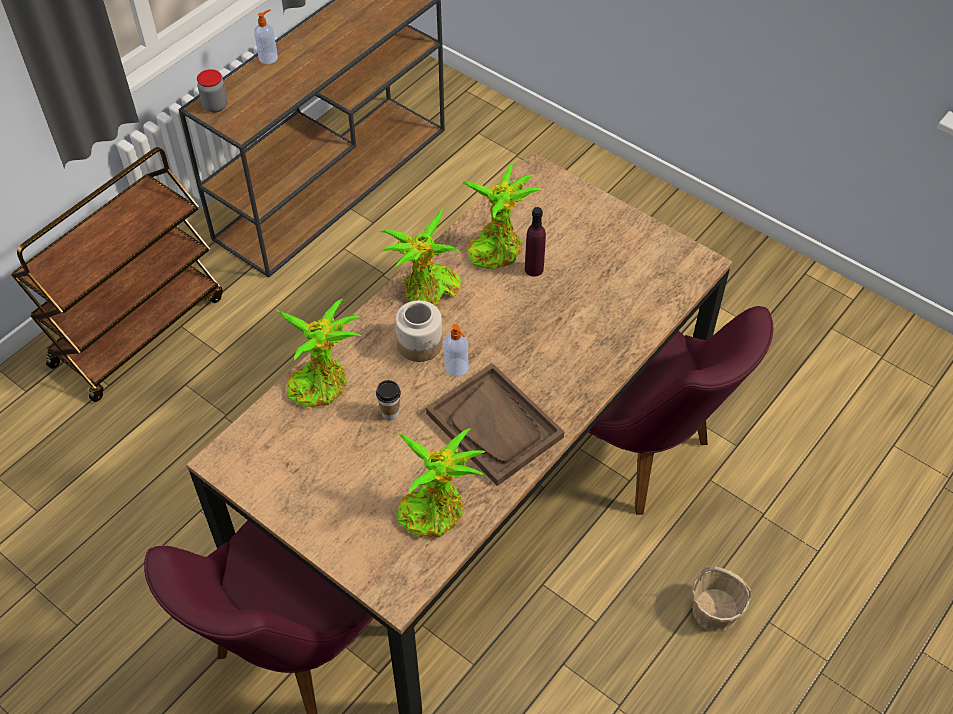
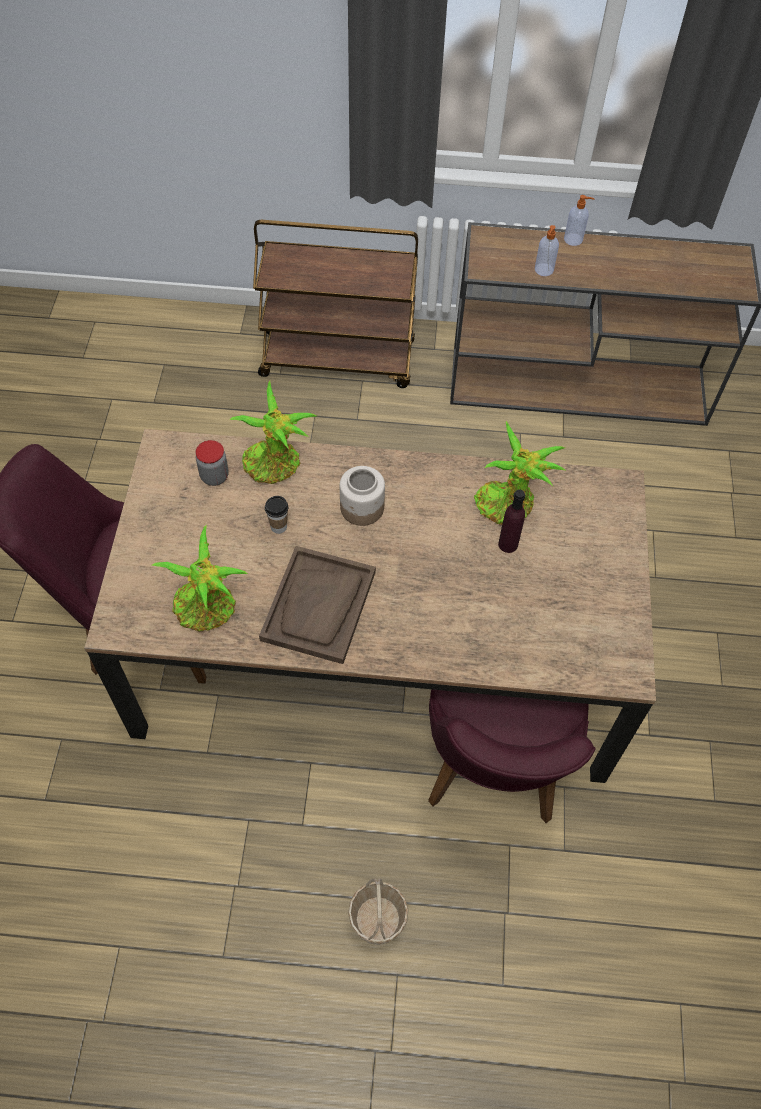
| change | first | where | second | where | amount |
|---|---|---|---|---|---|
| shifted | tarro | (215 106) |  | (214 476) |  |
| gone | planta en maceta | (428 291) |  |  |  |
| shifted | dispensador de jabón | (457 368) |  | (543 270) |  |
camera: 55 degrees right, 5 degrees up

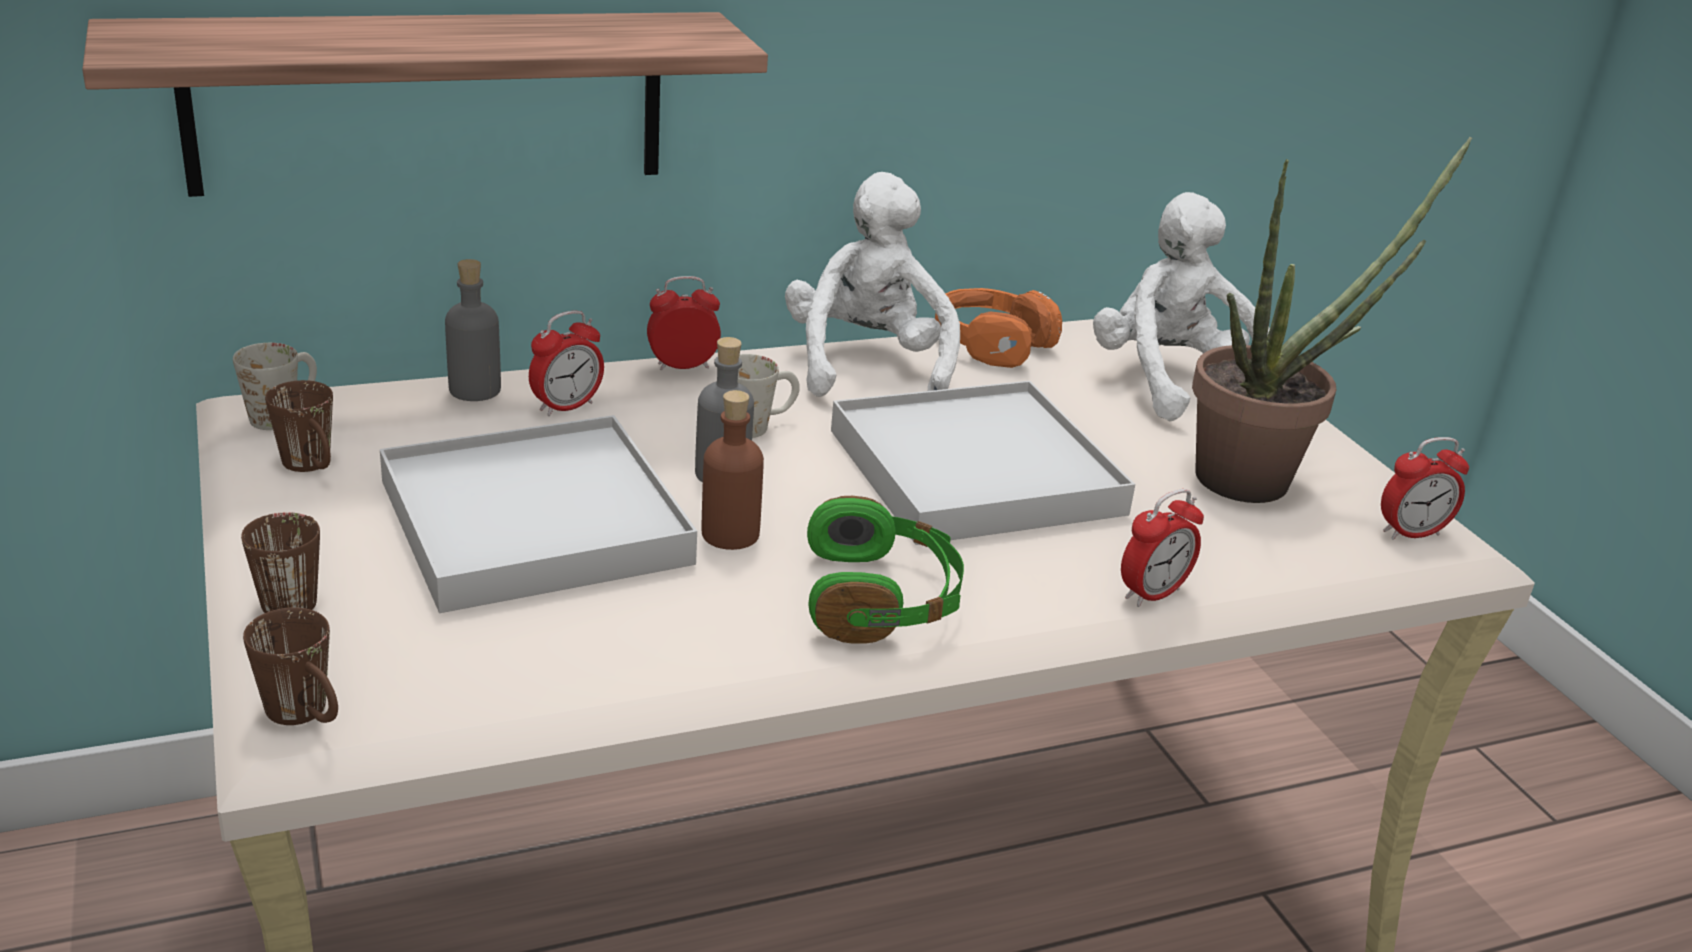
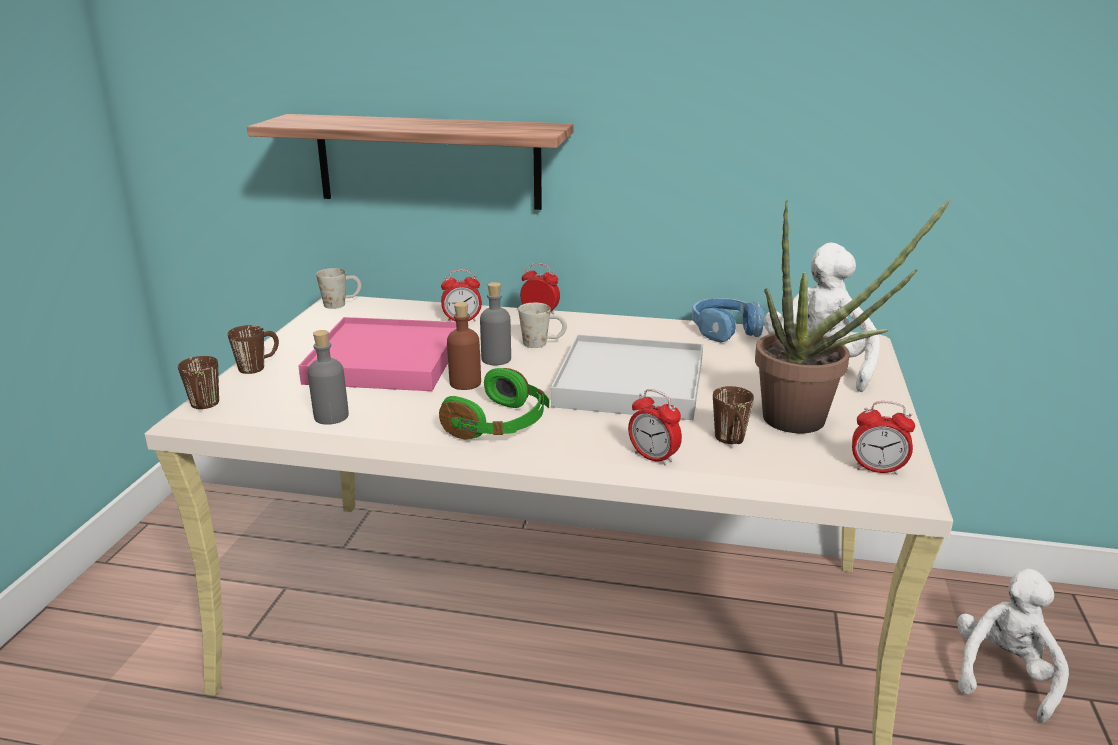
| change | first | where | second | where | amount |
|---|---|---|---|---|---|
| shifted | taza grande/marrón | (313 467) |  | (732 442) |  |
| repainted | bandeja/blanco | (535 522) | bandeja/rosa | (386 360) |  |
| shifted | botella/gris | (474 390) |  | (331 416) |  |
| shifted | peluche/blanco | (867 366) |  | (1003 675) |  |
| repainted | auriculares/naranja | (990 343) | auriculares/azul | (725 330) |  |
| rotated | despertador | (1152 594) |  | (653 457) | 45 degrees clockwise |
camera: 35 degrees right, 5 degrees down

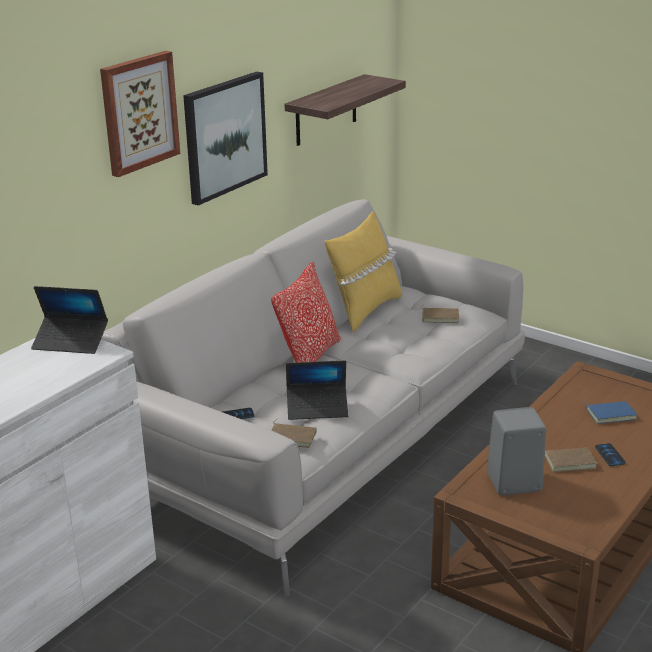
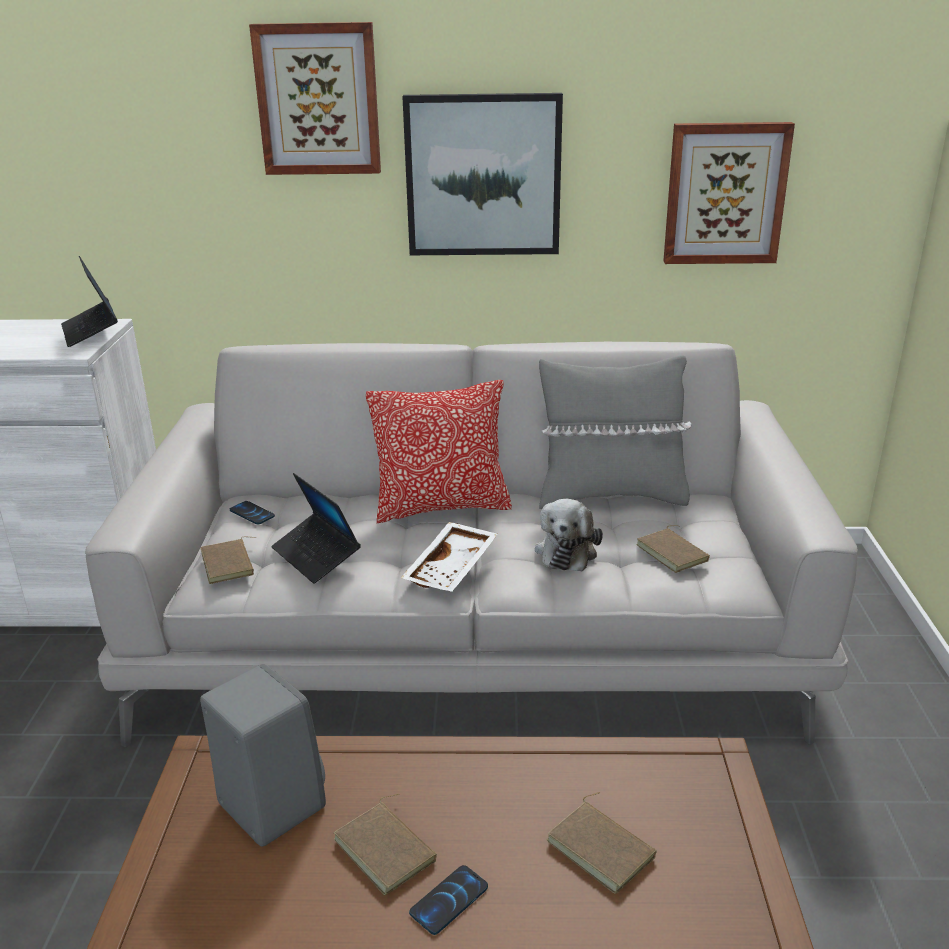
| change | first | where | second | where | amount |
|---|---|---|---|---|---|
| swapped | estante | (326 110) | cuadro | (725 194) |  |
| repainted | cojín/amarillo | (364 310) | cojín/gris | (610 496) |  |
| repainted | libro/azul | (610 414) | libro/marrón | (603 848) |  |
| new |  |  | bandeja/blanco | (452 568) |  |
| new |  |  | peluche | (567 551) |  |
camera: 55 degrees right, 0 degrees up

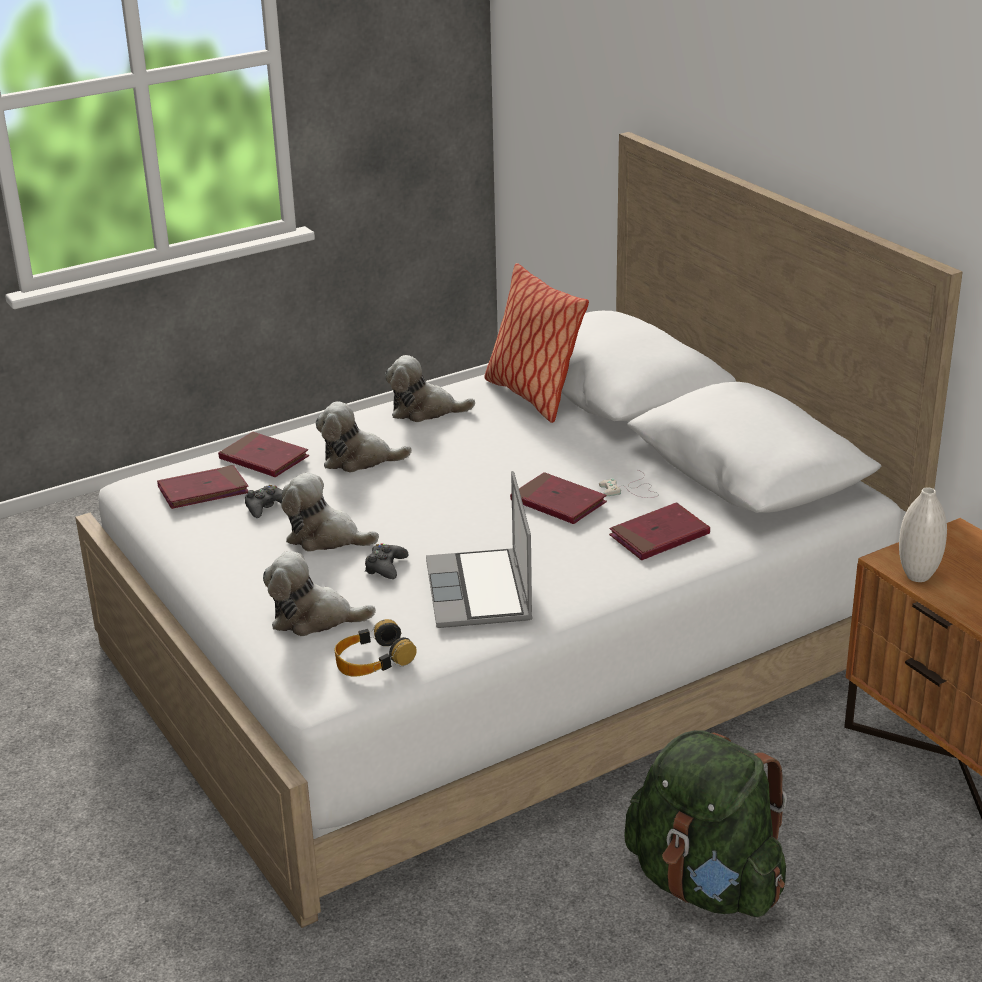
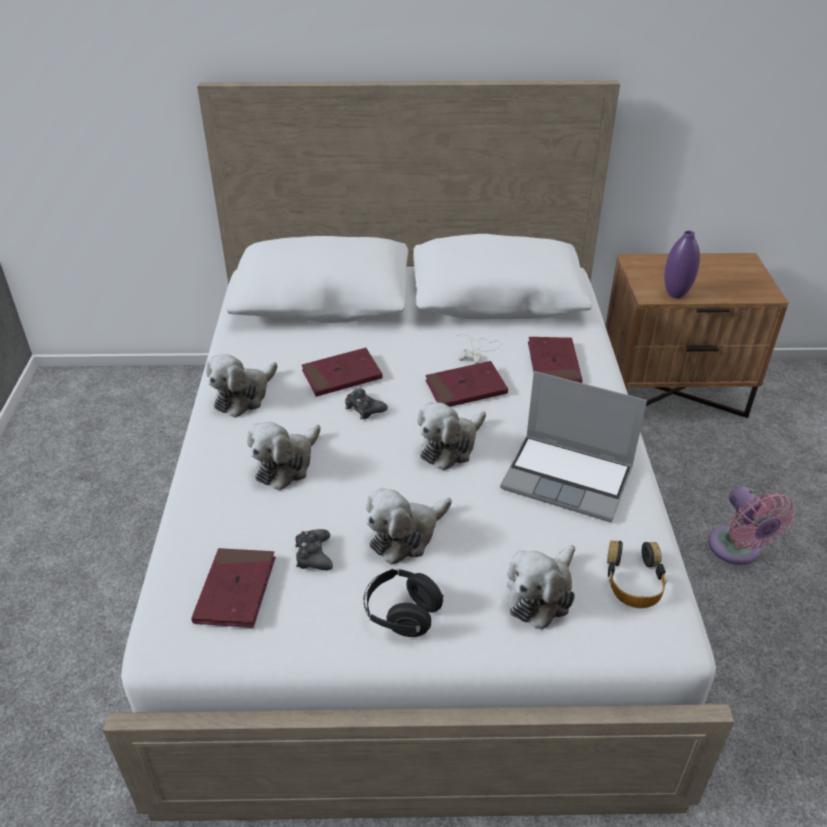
| change | first | where | second | where | amount |
|---|---|---|---|---|---|
| shifted | libro/rojo | (264 459) |  | (342 375) |  |
| shifted | mando de consola/negro | (385 567) |  | (364 408) |  |
| gone | cojín | (532 396) |  |  |  |
| swapped | mochila/verde | (705 884) | ventilador/rosa | (737 550) |  |
| repainted | florero/blanco | (917 576) | florero/morado | (675 294) |  |
| new |  |  | auriculares/negro | (402 614) |  |
| new |  |  | peluche | (450 446) |  |
camera: 60 degrees left, 10 degrees up

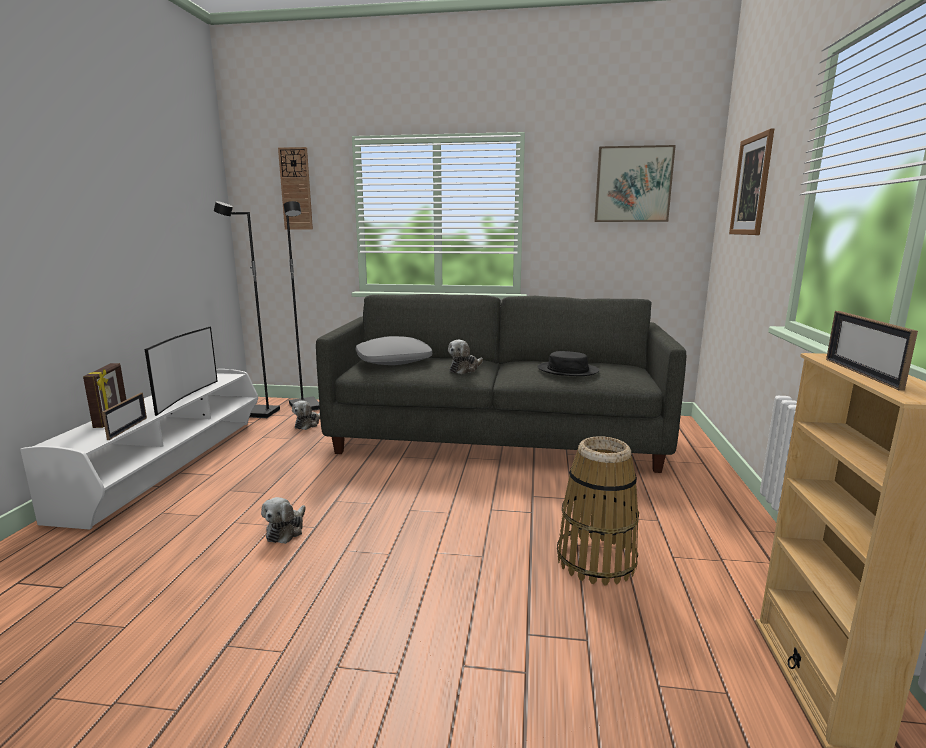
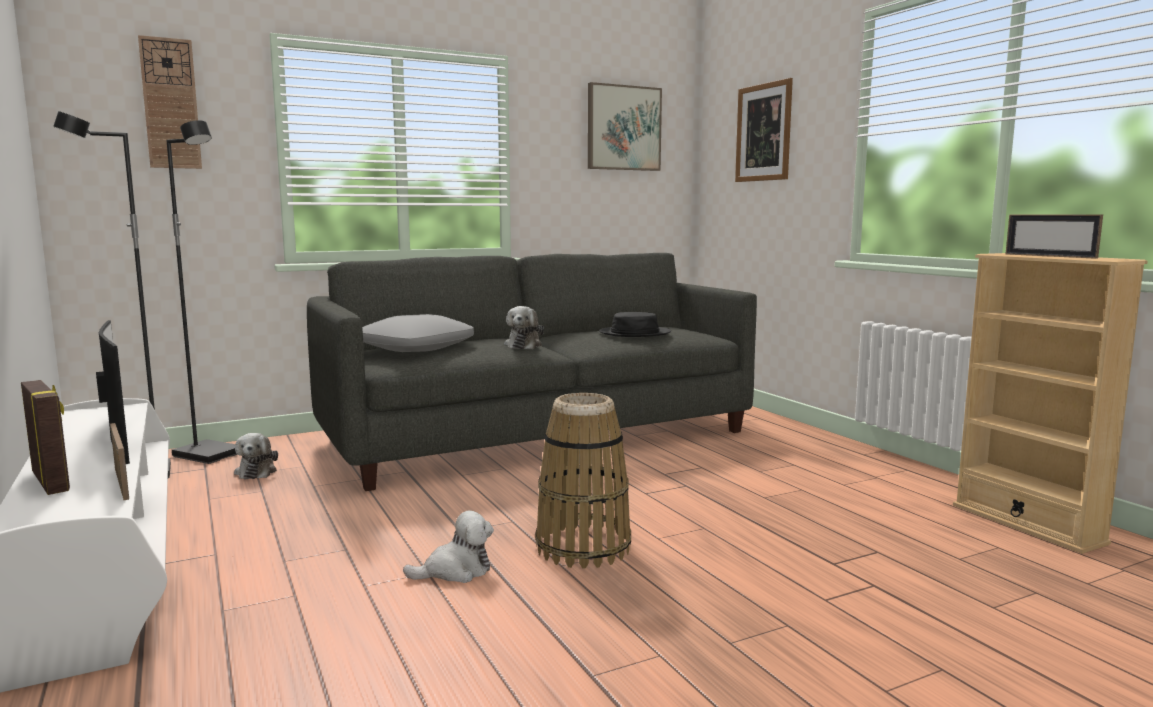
| change | first | where | second | where | amount |
|---|---|---|---|---|---|
| rotated | peluche | (286 530) |  | (455 571) | 90 degrees counterclockwise |
| shifted | cesta | (596 561) |  | (583 547) |  |
camera: 35 degrees left, 5 degrees down

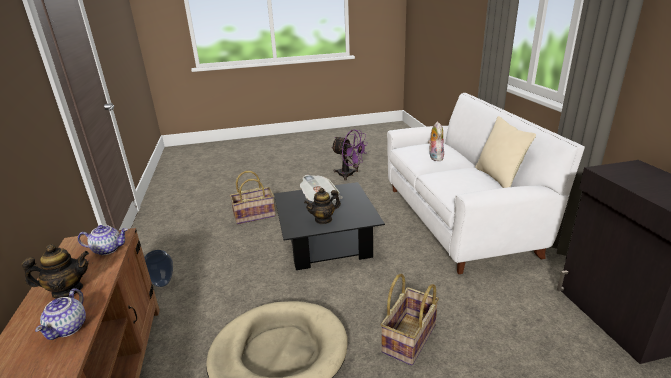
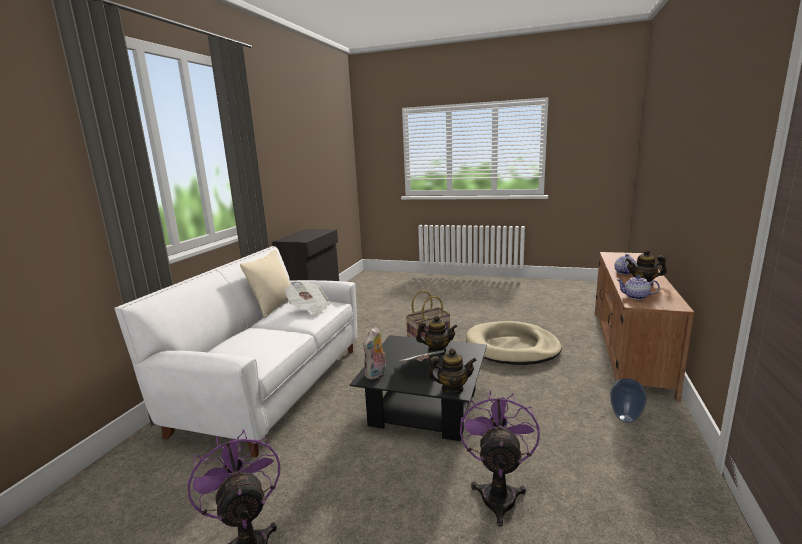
| change | first | where | second | where | amount |
|---|---|---|---|---|---|
| swapped | cesta | (254 215) | ventilador/morado | (498 493) |  |
| shifted | peluche | (434 157) |  | (376 374) |  |
| new |  |  | periódico | (309 308) |  |
| new |  |  | tetera | (452 389) |  |
camera: 150 degrees left, 10 degrees down

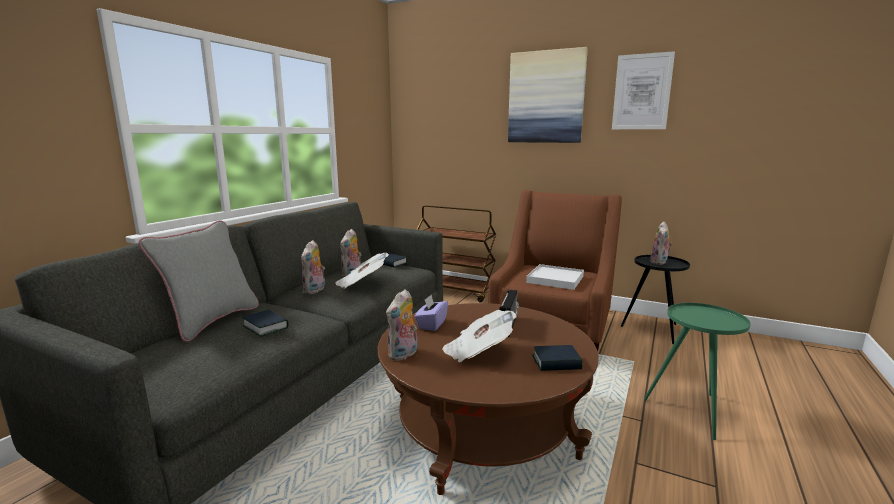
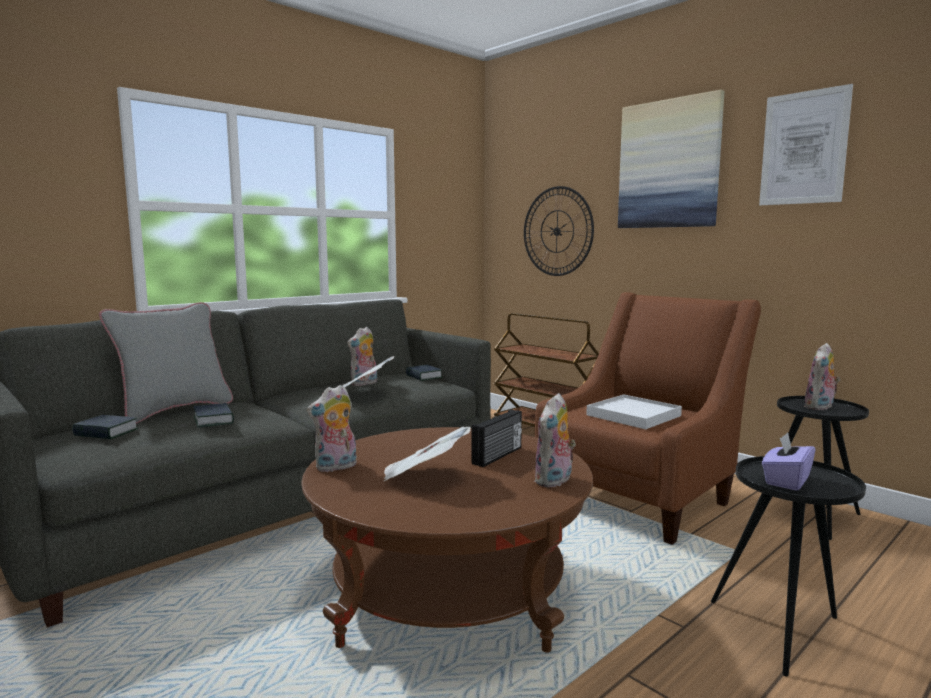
| change | first | where | second | where | amount |
|---|---|---|---|---|---|
| shifted | peluche | (315 290) |  | (554 481) |  |
| shifted | caja de pañuelos/morado | (431 324) |  | (786 481) |  |
| shifted | libro | (556 363) |  | (106 433) |  |
| repainted | mesa auxiliar/verde | (692 410) | mesa auxiliar/negro | (783 630) |  |
| new |  |  | reloj de pared | (557 231) |  |
camera: 20 degrees right, 5 degrees down

